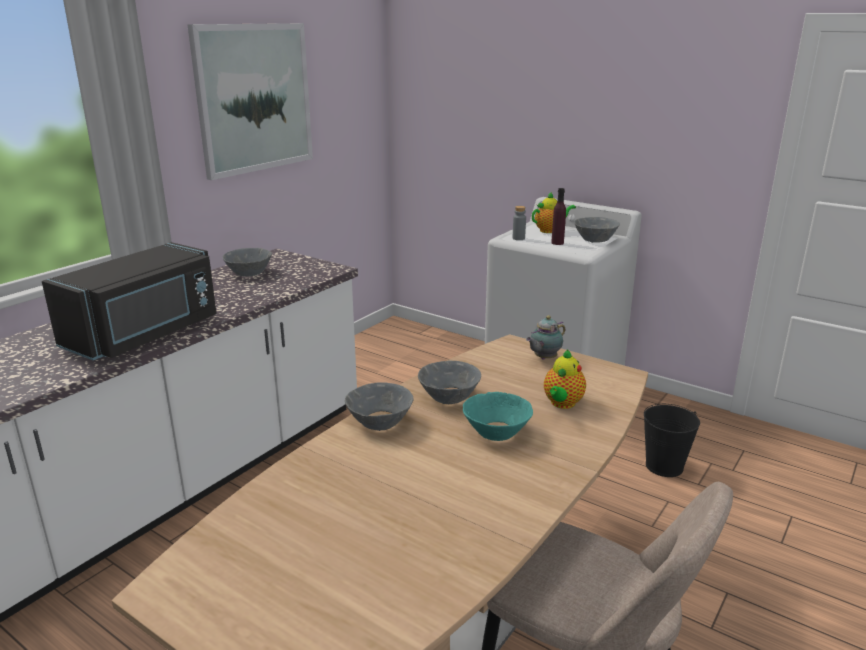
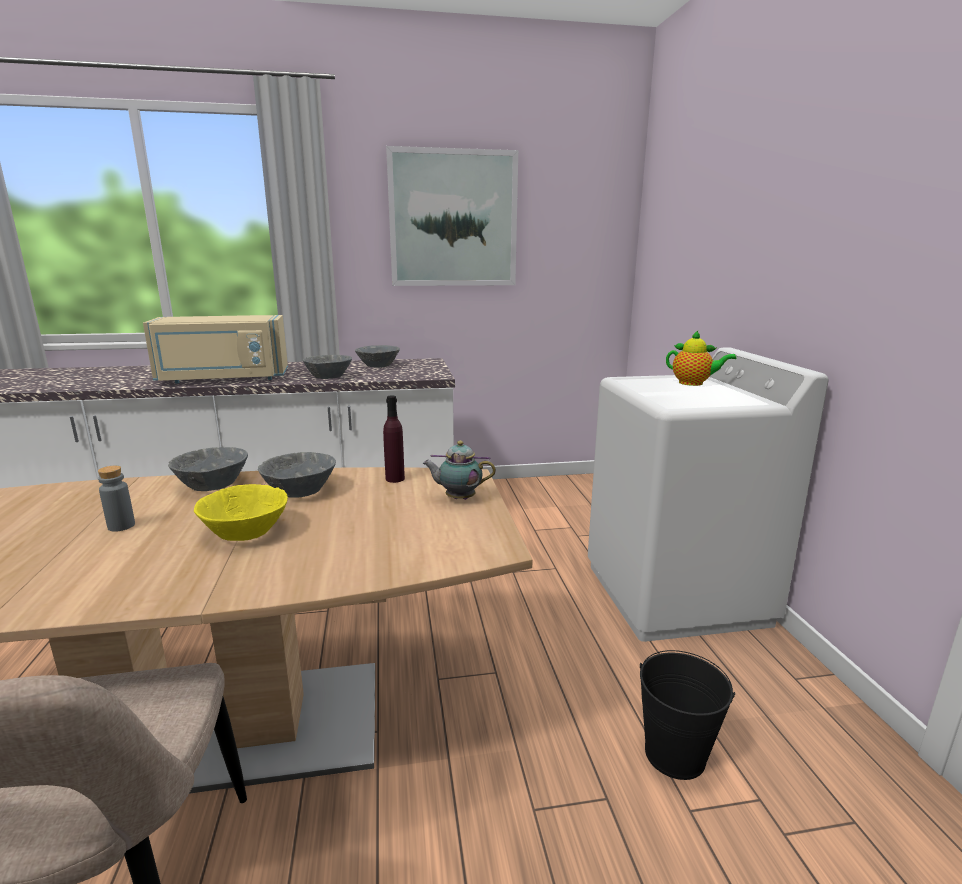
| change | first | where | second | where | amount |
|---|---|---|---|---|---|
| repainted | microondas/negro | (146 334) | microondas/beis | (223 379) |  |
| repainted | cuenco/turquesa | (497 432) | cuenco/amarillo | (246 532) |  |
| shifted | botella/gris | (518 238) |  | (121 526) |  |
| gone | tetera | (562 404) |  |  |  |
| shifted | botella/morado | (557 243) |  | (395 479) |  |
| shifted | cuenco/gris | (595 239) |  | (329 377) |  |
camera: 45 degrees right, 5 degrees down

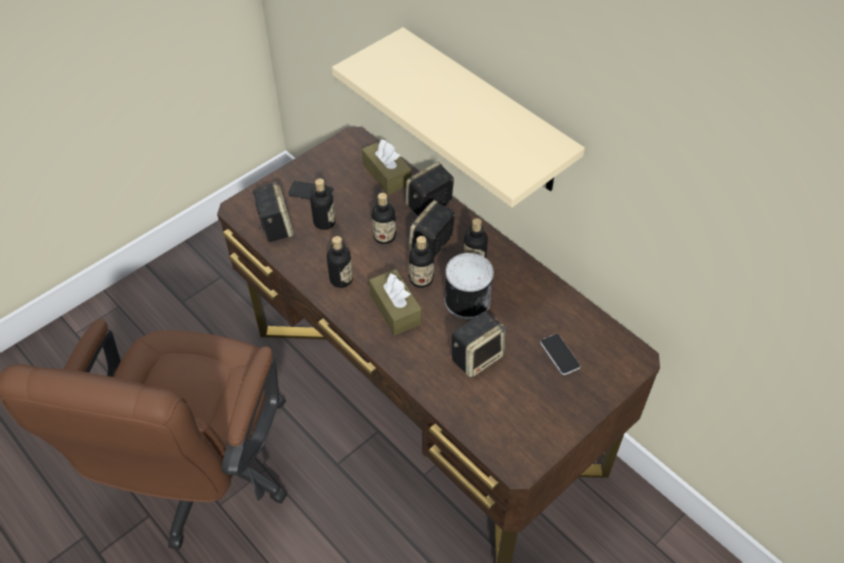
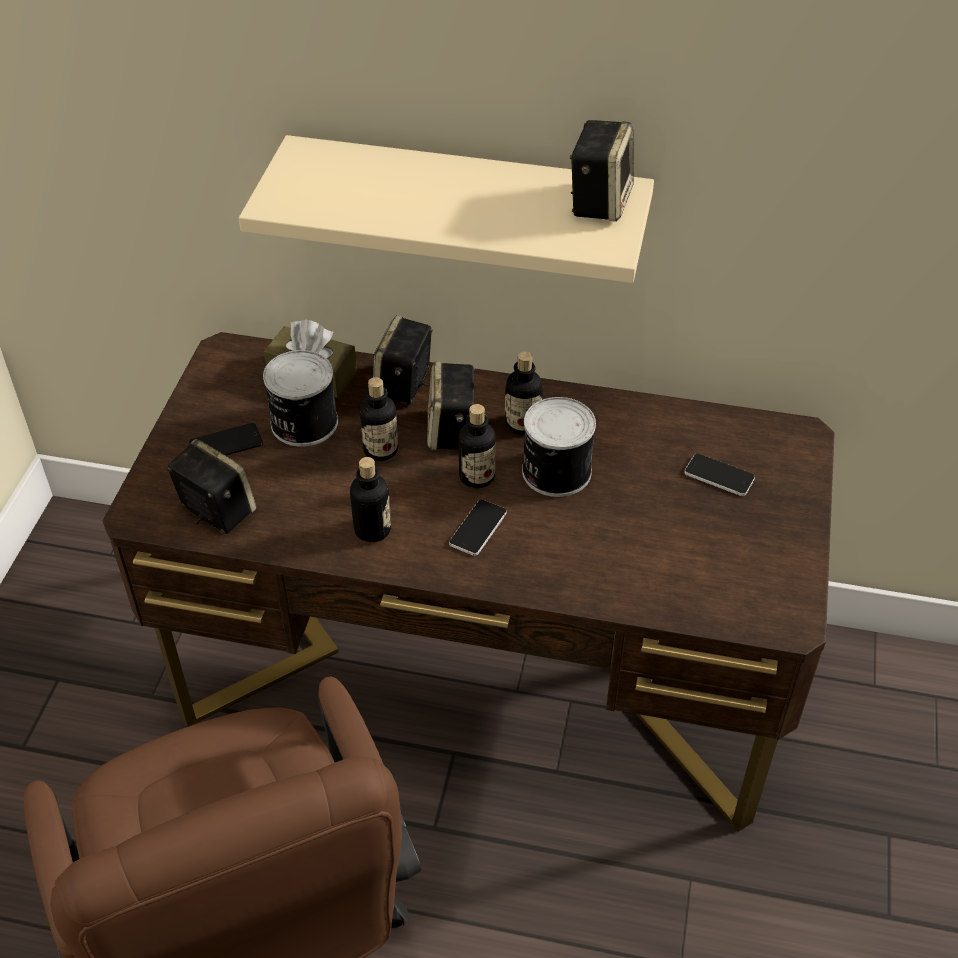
| change | first | where | second | where | amount |
|---|---|---|---|---|---|
| gone | botella | (324 222) |  |  |  |
| swapped | caja de pañuelos/marrón | (395 309) | móvil | (478 528) |  |
| shifted | altavoz | (477 356) |  | (599 201) |  |
| new |  |  | lata | (302 423) |  |
camera: 35 degrees left, 5 degrees down

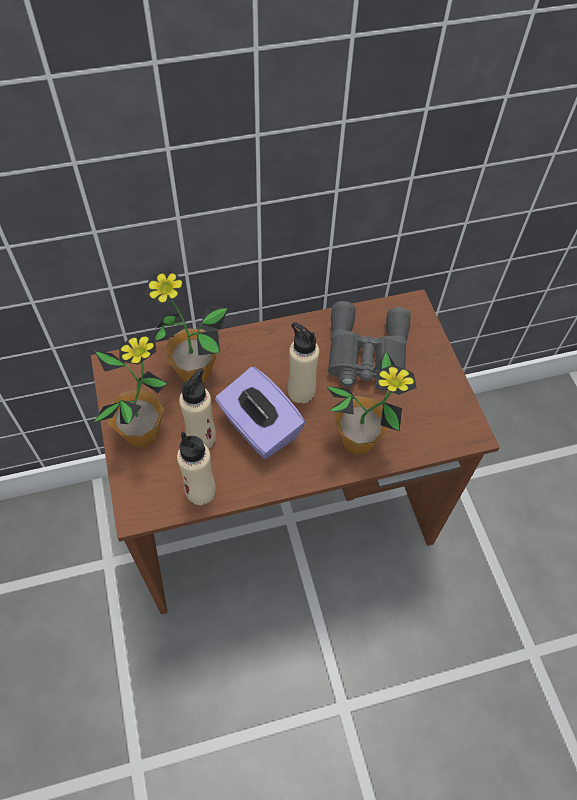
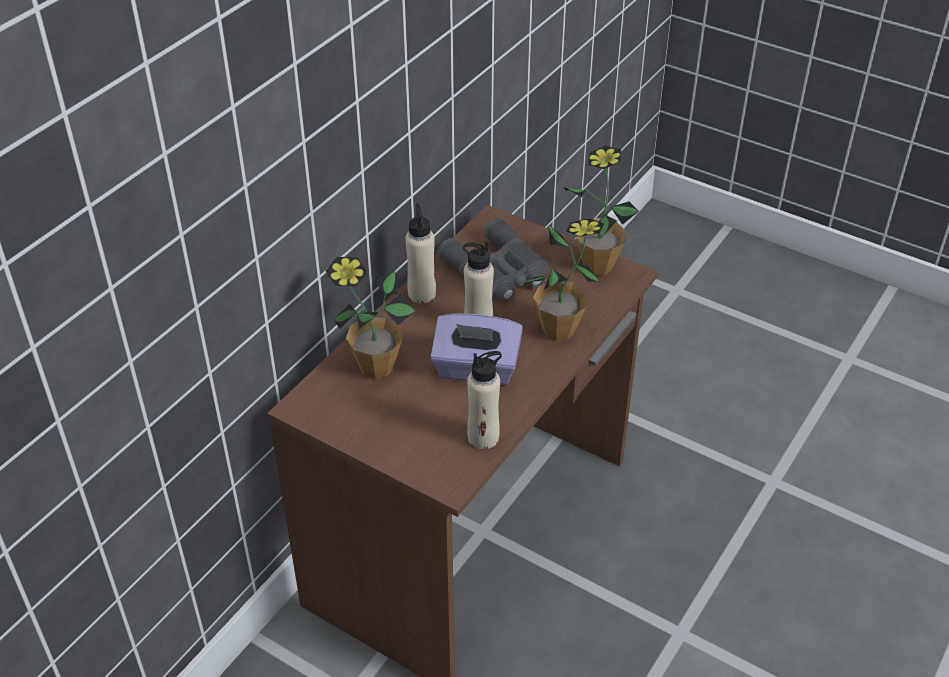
| change | first | where | second | where | amount |
|---|---|---|---|---|---|
| shifted | planta en maceta | (142 434) |  | (598 265) |  |
| shifted | botella/beis | (202 438) |  | (422 294) |  |
camera: 40 degrees left, 15 degrees down

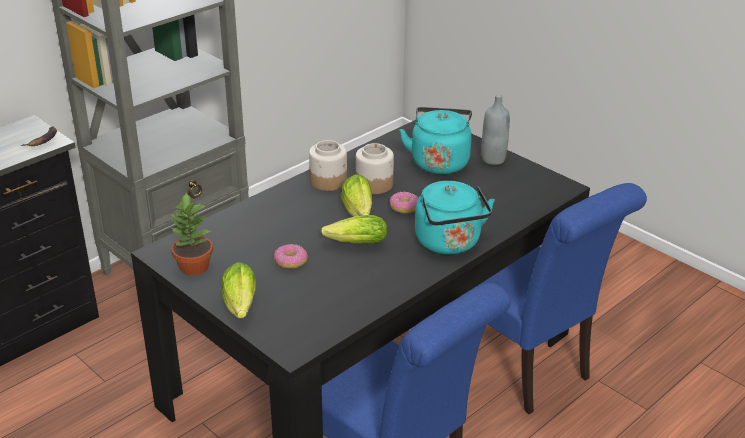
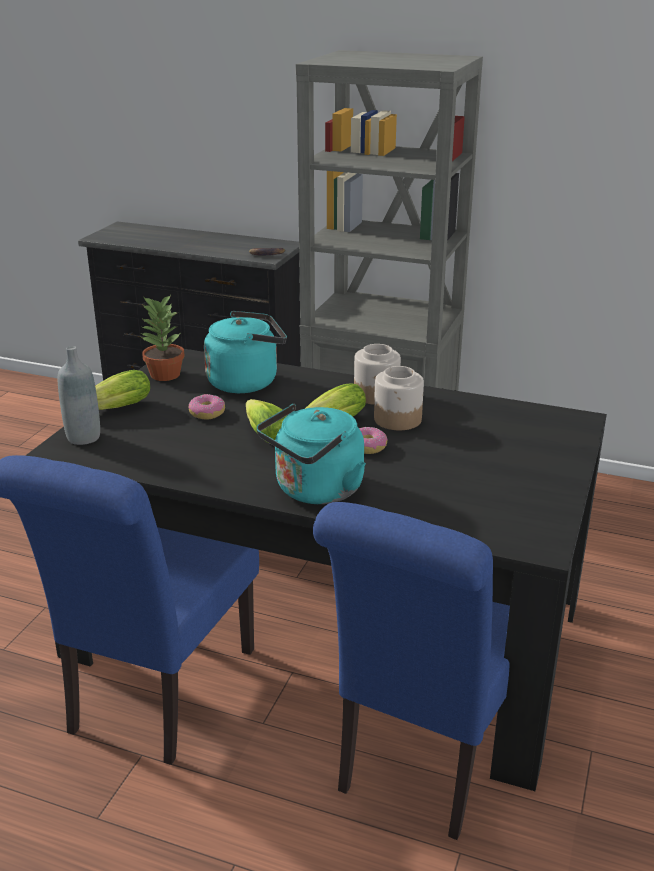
| change | first | where | second | where | amount |
|---|---|---|---|---|---|
| shifted | hervidor/turquesa | (439 161) |  | (247 381) |  |
| shifted | botella/gris | (493 159) |  | (83 437) |  |
camera: 65 degrees right, 5 degrees down

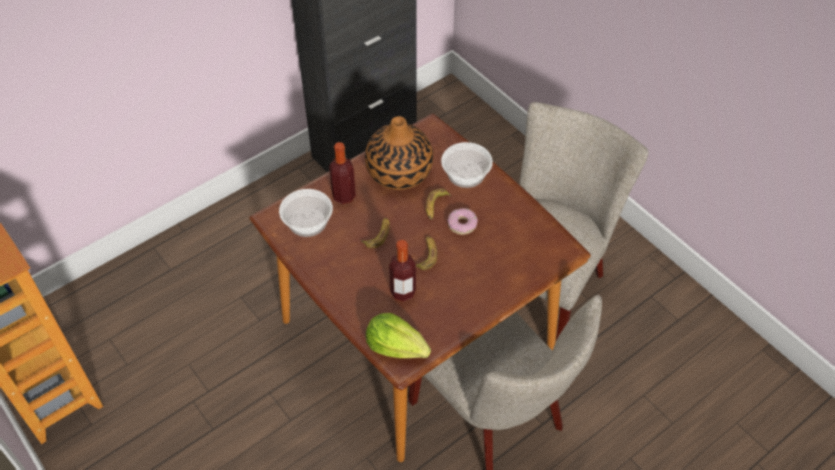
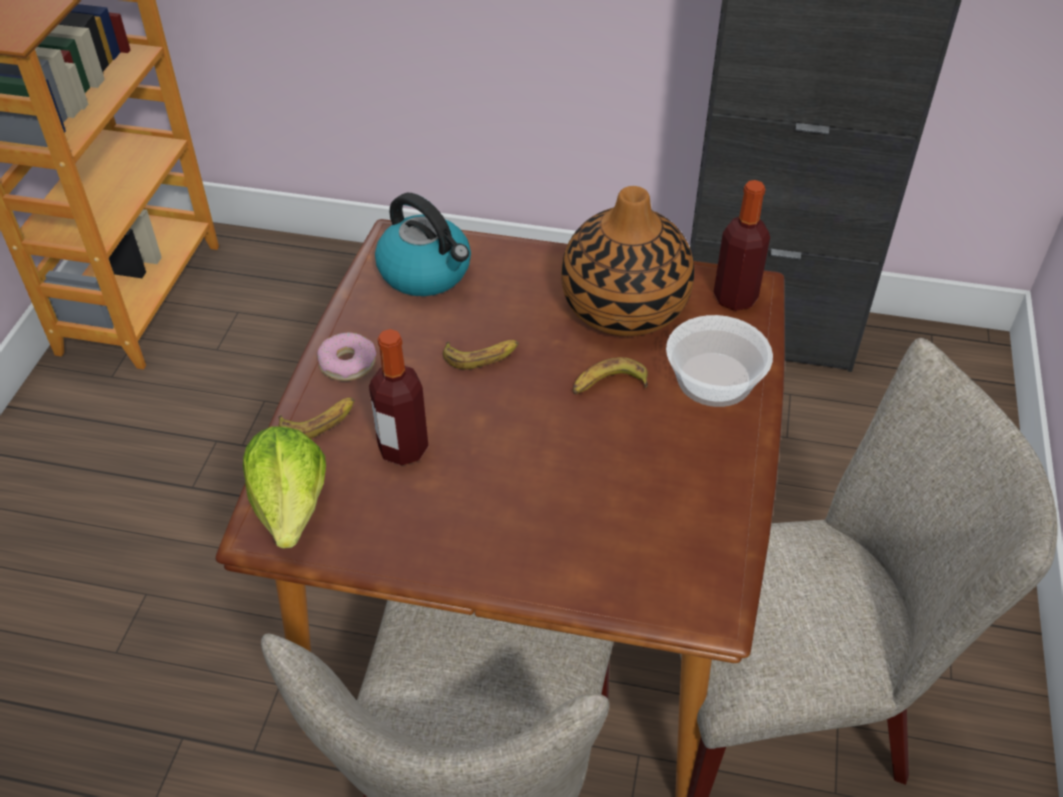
| change | first | where | second | where | amount |
|---|---|---|---|---|---|
| swapped | cuenco | (307 221) | hervidor | (426 272) |  |
| shifted | botella | (344 196) |  | (735 297) |  |
| shifted | plátano | (426 255) |  | (319 421) |  |
| shifted | rosquilla | (462 224) |  | (347 363) |  |
camera: 50 degrees right, 5 degrees down

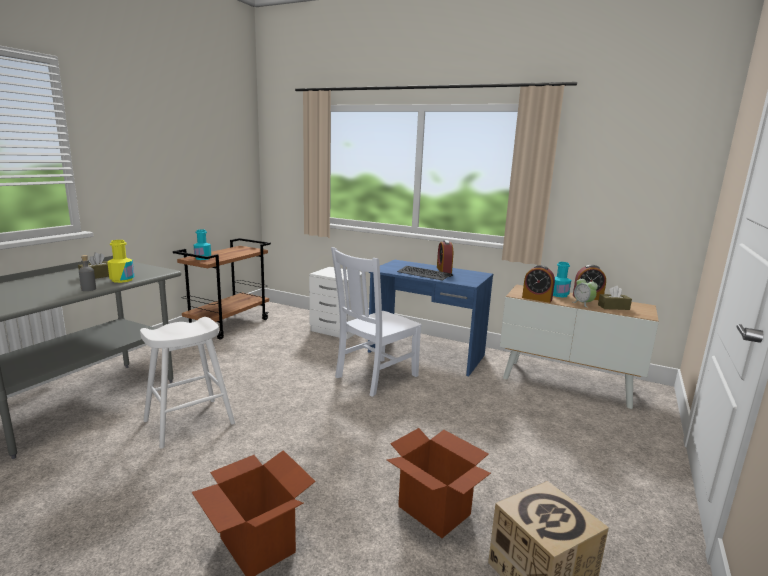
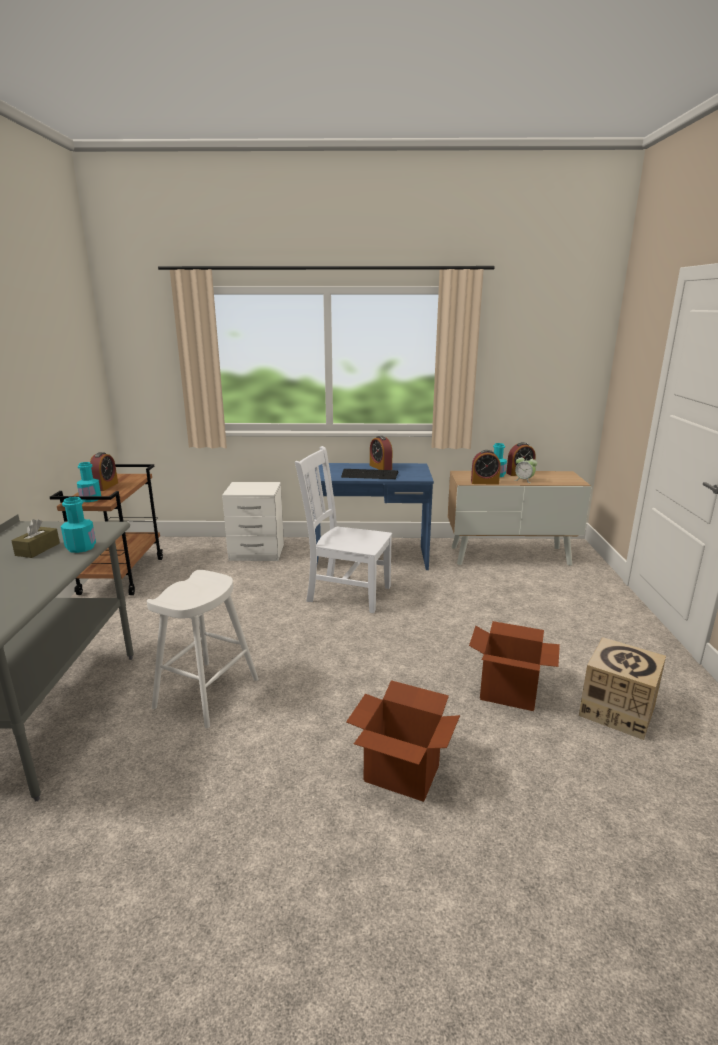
| change | first | where | second | where | amount |
|---|---|---|---|---|---|
| gone | botella/gris | (88 289) |  |  |  |
| repainted | botella/amarillo | (122 280) | botella/turquesa | (81 547) |  |
| rotated | silla/blanco | (374 377) |  | (346 593) | 90 degrees clockwise |
| gone | caja de pañuelos/marrón | (613 307) |  |  |  |
| new |  |  | despertador | (105 486) |  |
camera: 25 degrees left, 5 degrees up

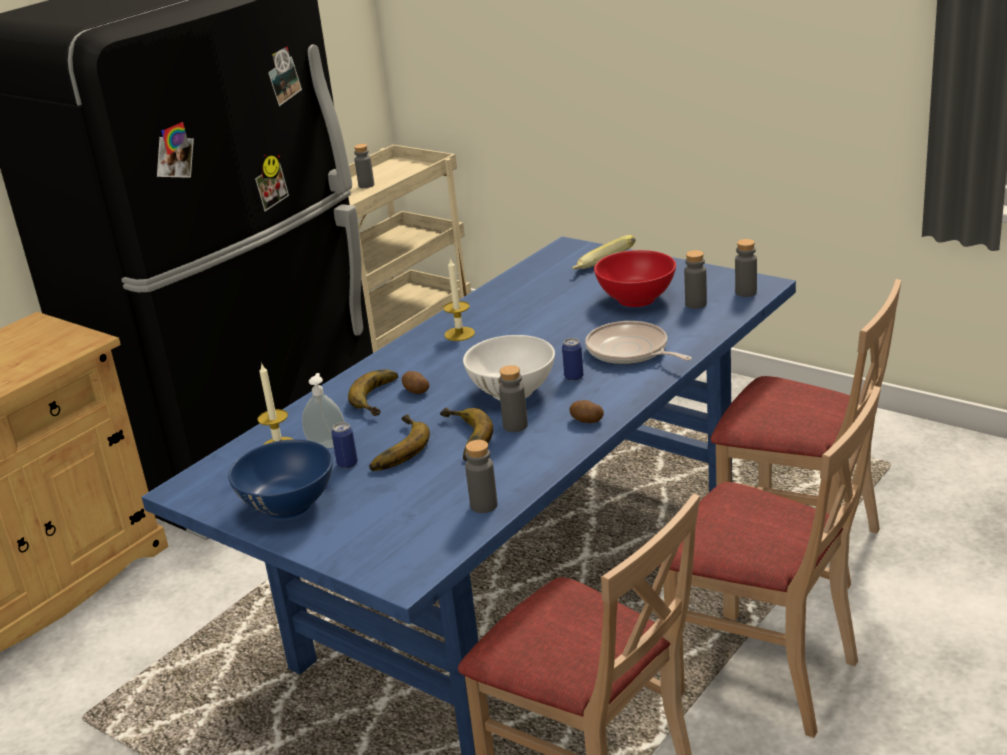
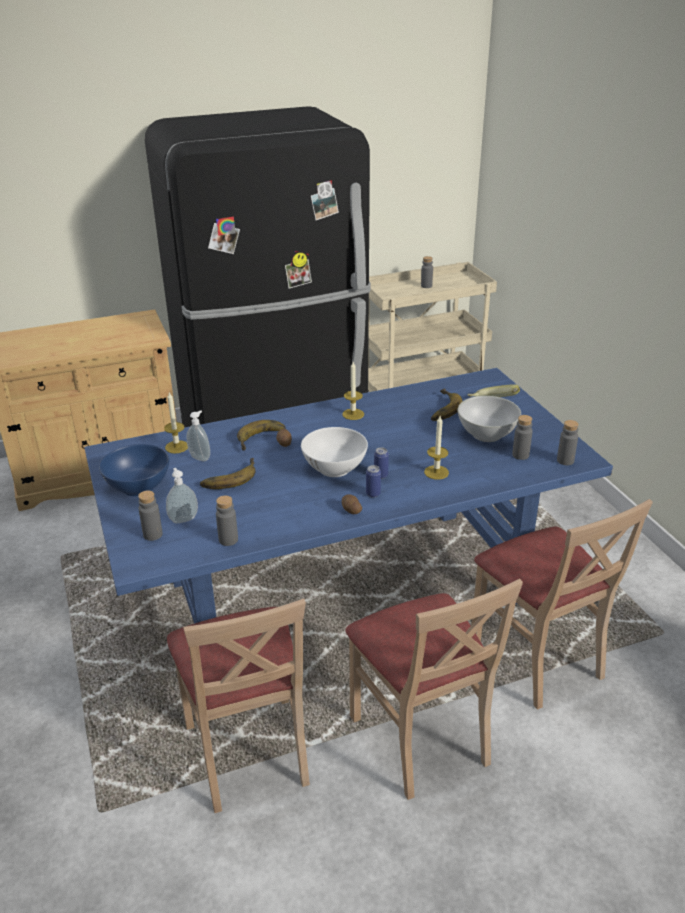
| change | first | where | second | where | amount |
|---|---|---|---|---|---|
| shifted | lata | (347 464) |  | (373 494) |  |
| shifted | plátano | (460 439) |  | (440 408) |  |
| shifted | botella/gris | (515 426) |  | (153 534) |  |
| swapped | sartén | (630 351) | vela | (436 472) |  |
| repainted | cuenco/rojo | (635 299) | cuenco/blanco | (486 434) |  |
| new |  |  | dispensador de jabón | (183 519) |  |
camera: 30 degrees right, 5 degrees up

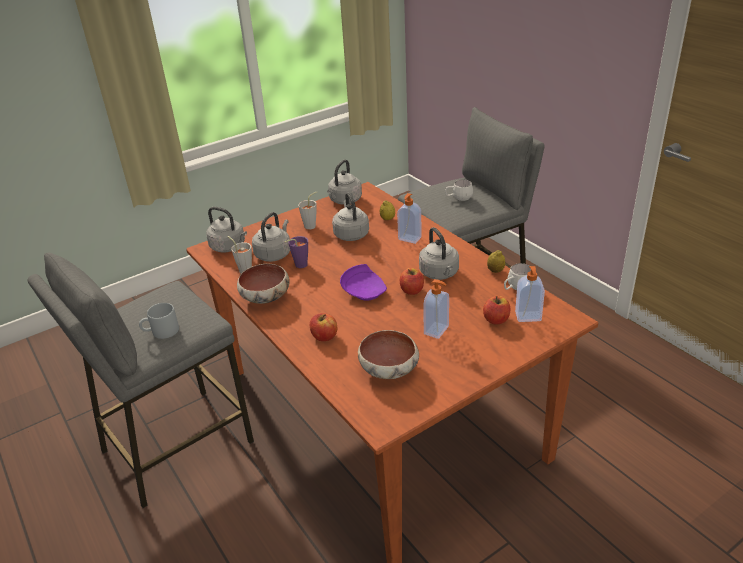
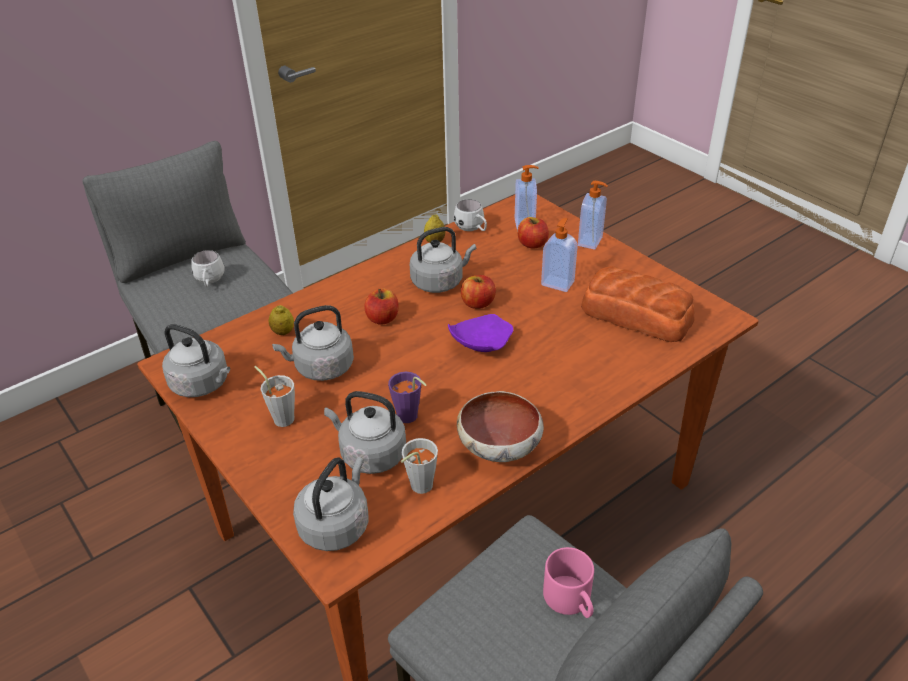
| change | first | where | second | where | amount |
|---|---|---|---|---|---|
| repainted | taza grande/gris | (161 332) | taza grande/rosa | (572 600) |  |
| shifted | manzana | (324 336) |  | (383 318) |  |
| swapped | cuenco | (390 369) | pan | (635 314) |  |
| shifted | dispensador de jabón | (409 239) |  | (591 241) |  |
camera: 95 degrees left, 5 degrees up

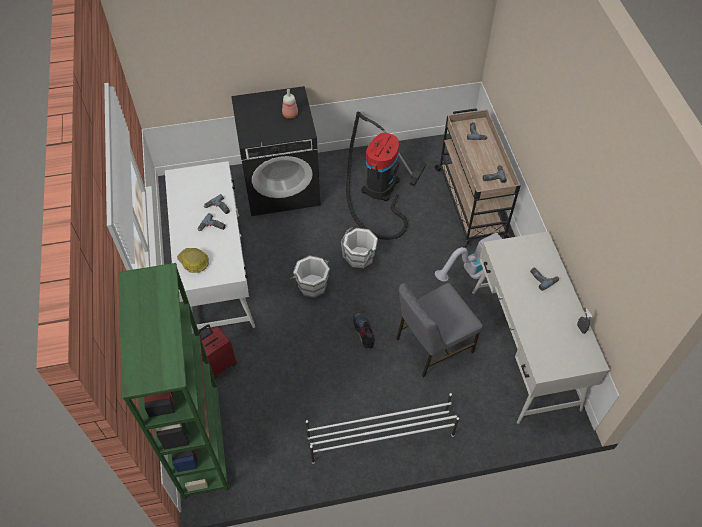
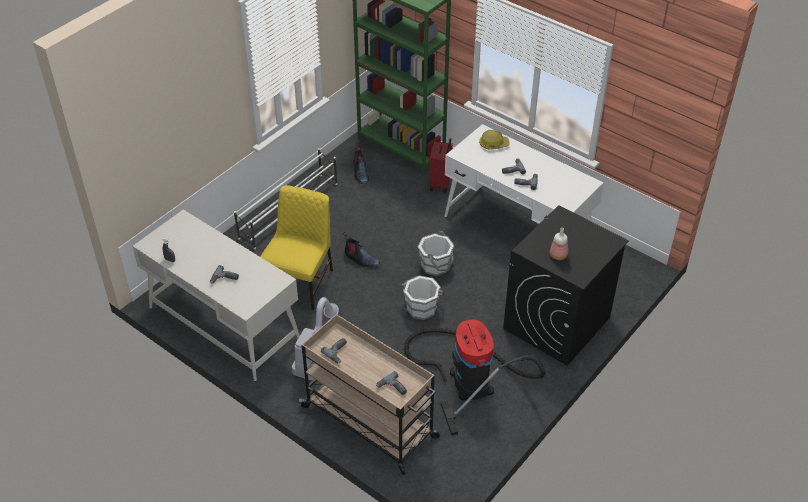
| change | first | where | second | where | amount |
|---|---|---|---|---|---|
| repainted | silla/gris | (432 345) | silla/amarillo | (301 282) |  |
| new |  |  | bota | (360 173) |  |
camera: 140 degrees right, 10 degrees down

